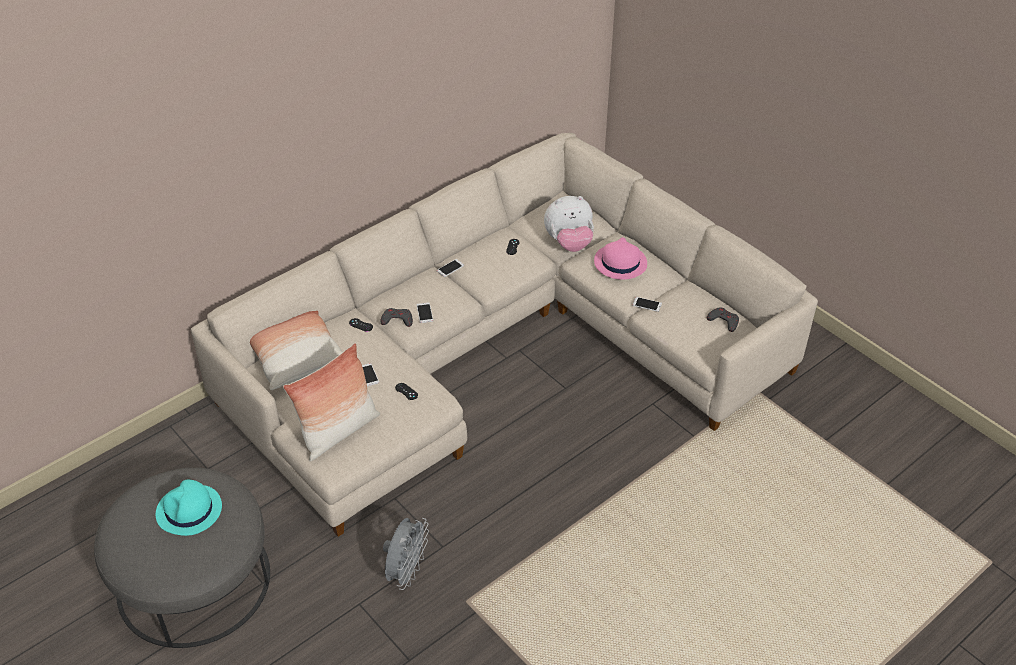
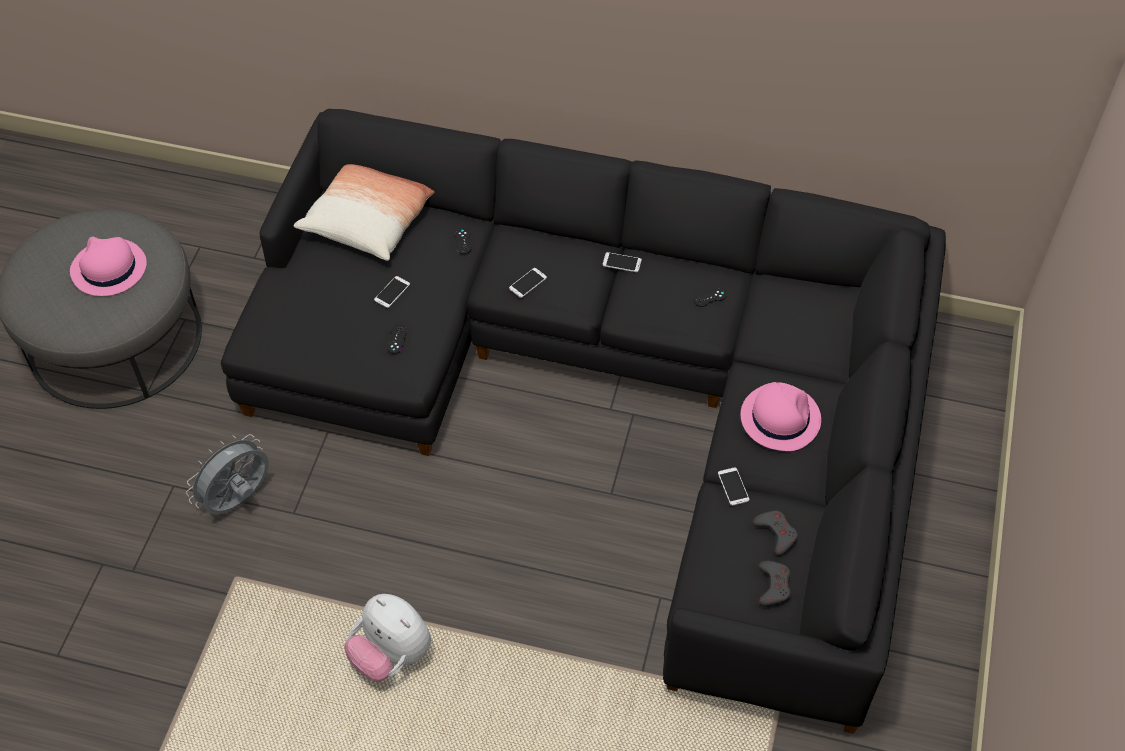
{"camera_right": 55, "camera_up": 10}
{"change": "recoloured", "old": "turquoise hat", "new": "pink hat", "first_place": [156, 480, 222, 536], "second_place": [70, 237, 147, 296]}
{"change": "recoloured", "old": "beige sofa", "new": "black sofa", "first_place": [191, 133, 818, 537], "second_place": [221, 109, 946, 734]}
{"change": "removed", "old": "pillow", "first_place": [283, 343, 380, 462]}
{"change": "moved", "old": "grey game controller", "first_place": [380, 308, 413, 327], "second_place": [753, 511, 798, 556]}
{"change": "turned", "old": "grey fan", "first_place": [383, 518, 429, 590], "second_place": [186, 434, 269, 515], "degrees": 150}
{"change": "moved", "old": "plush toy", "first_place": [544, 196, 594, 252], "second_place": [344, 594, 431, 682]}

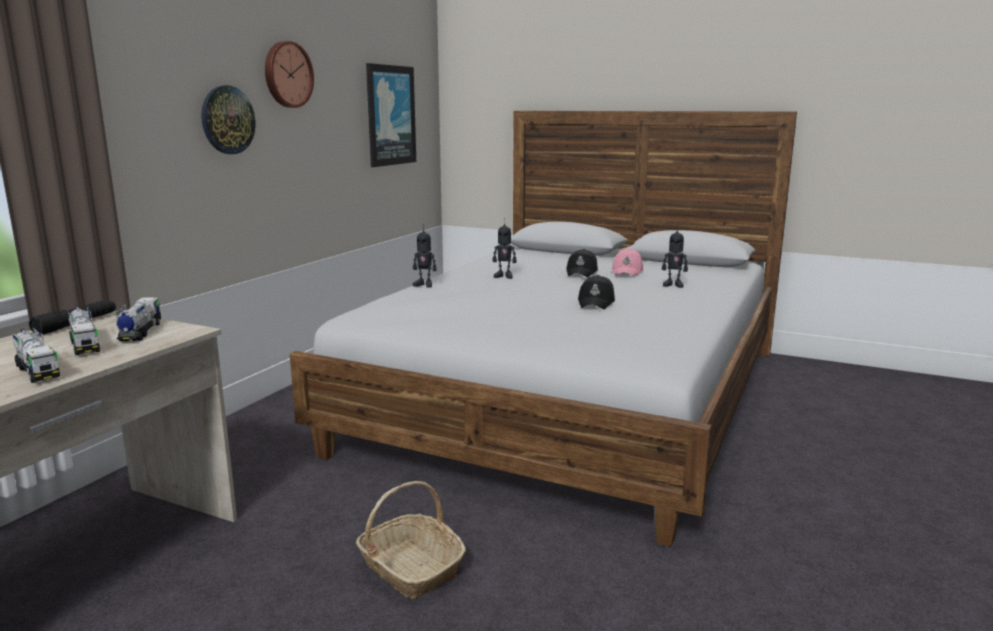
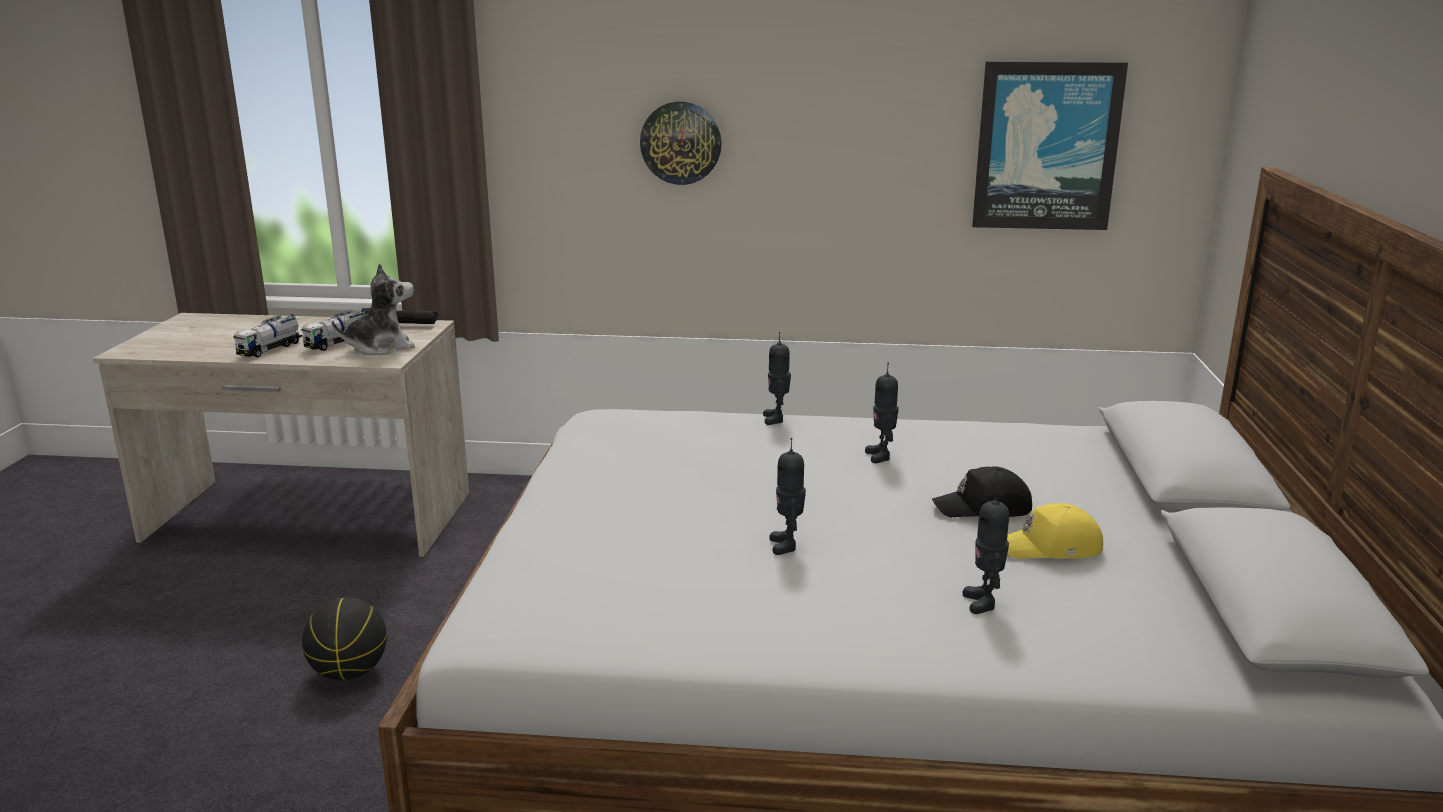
{"camera_right": 70, "camera_up": 5}
{"change": "replaced", "old": "toy truck", "new": "plush toy", "first_place": [115, 297, 161, 341], "second_place": [332, 263, 415, 355]}
{"change": "removed", "old": "wall clock", "first_place": [265, 41, 314, 108]}
{"change": "replaced", "old": "basket", "new": "basketball", "first_place": [356, 481, 466, 599], "second_place": [302, 598, 387, 680]}
{"change": "replaced", "old": "black cap", "new": "toy robot", "first_place": [578, 275, 615, 309], "second_place": [769, 438, 806, 555]}
{"change": "recoloured", "old": "pink cap", "new": "yellow cap", "first_place": [612, 248, 643, 276], "second_place": [1007, 503, 1103, 559]}

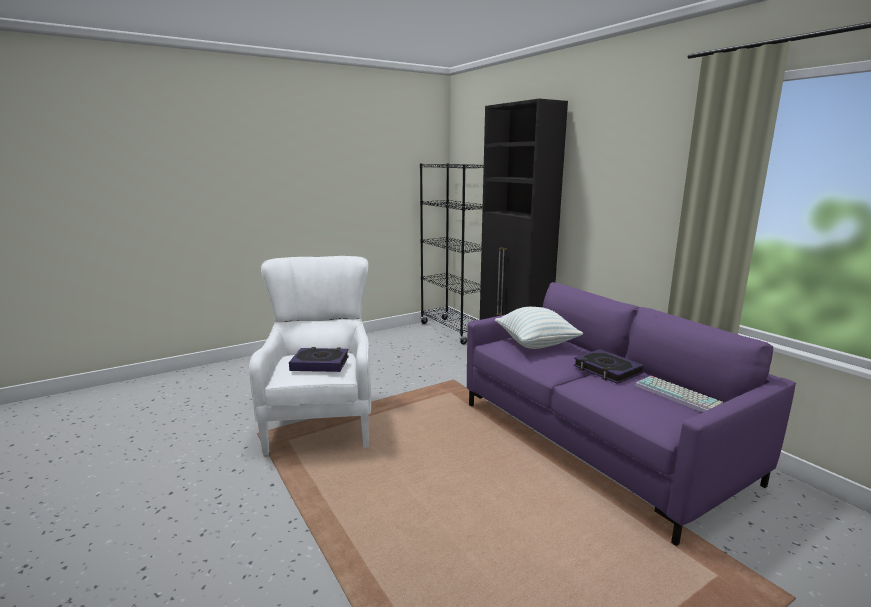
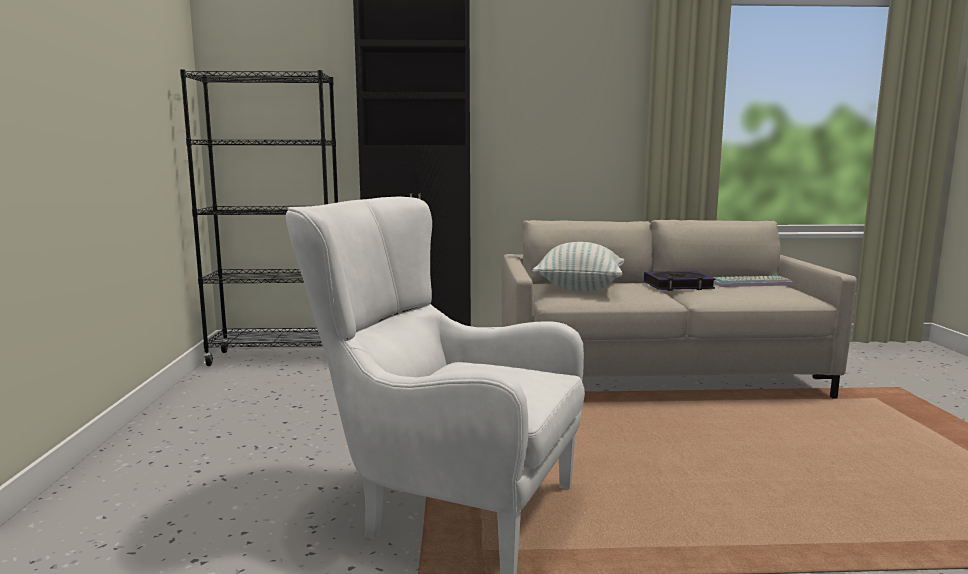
{"camera_right": -60, "camera_up": -5}
{"change": "removed", "old": "book", "first_place": [289, 347, 349, 372]}
{"change": "recoloured", "old": "purple sofa", "new": "beige sofa", "first_place": [467, 282, 796, 546], "second_place": [502, 220, 857, 398]}

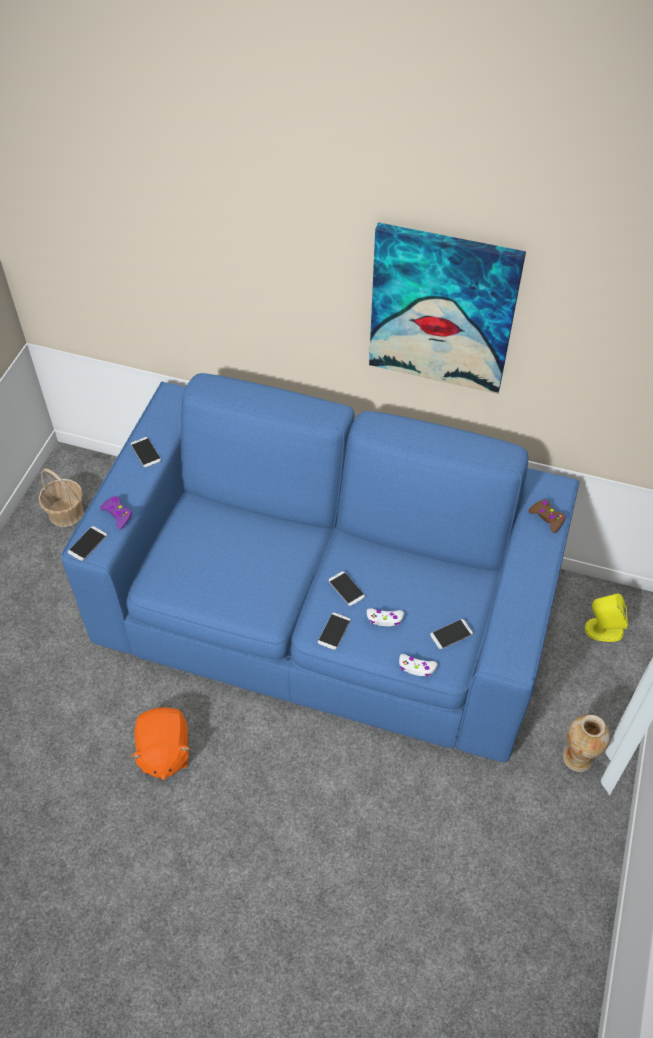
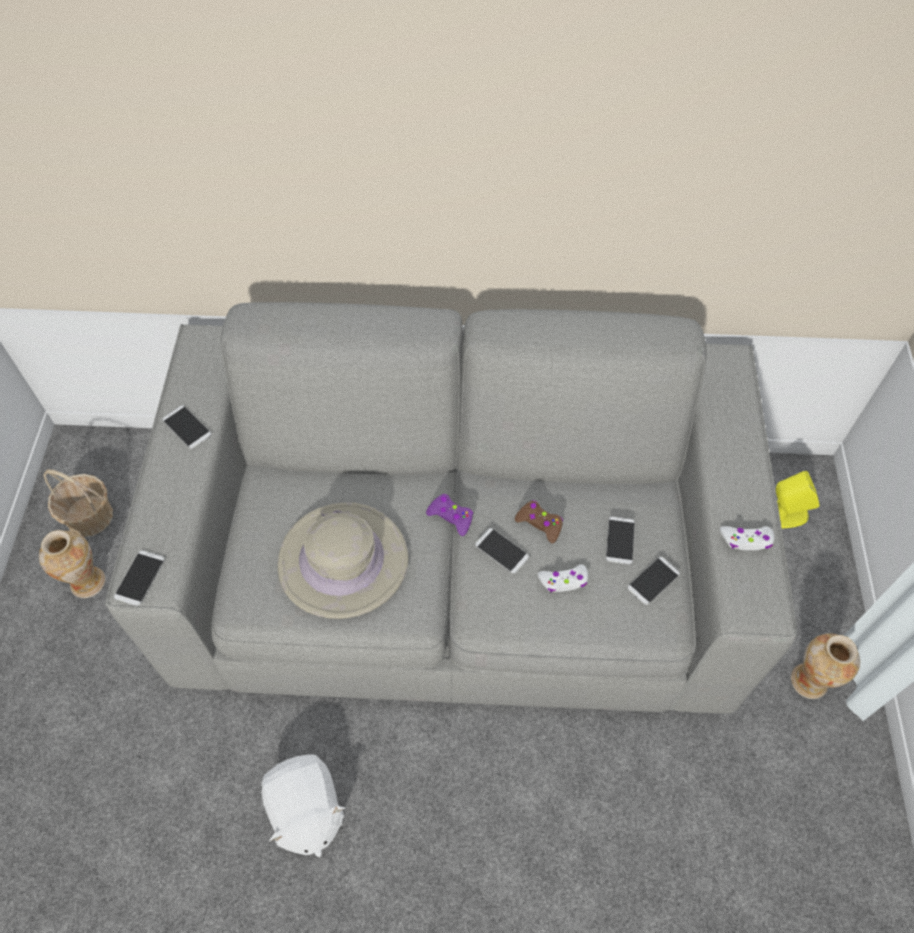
{"camera_right": -15, "camera_up": 5}
{"change": "recoloured", "old": "blue sofa", "new": "grey sofa", "first_place": [61, 373, 580, 762], "second_place": [106, 302, 797, 714]}
{"change": "moved", "old": "purple game controller", "first_place": [100, 496, 132, 530], "second_place": [426, 494, 473, 536]}
{"change": "recoloured", "old": "orange plush toy", "new": "white plush toy", "first_place": [131, 707, 190, 780], "second_place": [261, 754, 345, 857]}
{"change": "moved", "old": "phone", "first_place": [318, 612, 351, 650], "second_place": [606, 516, 635, 565]}
{"change": "removed", "old": "picture", "first_place": [369, 222, 526, 394]}
{"change": "moved", "old": "white game controller", "first_place": [399, 654, 438, 676], "second_place": [720, 526, 774, 550]}
{"change": "moved", "old": "brown game controller", "first_place": [529, 500, 565, 533], "second_place": [515, 500, 563, 543]}
{"change": "added", "new": "vase", "second_place": [39, 530, 106, 598]}
{"change": "added", "new": "beige hat", "second_place": [278, 503, 409, 619]}

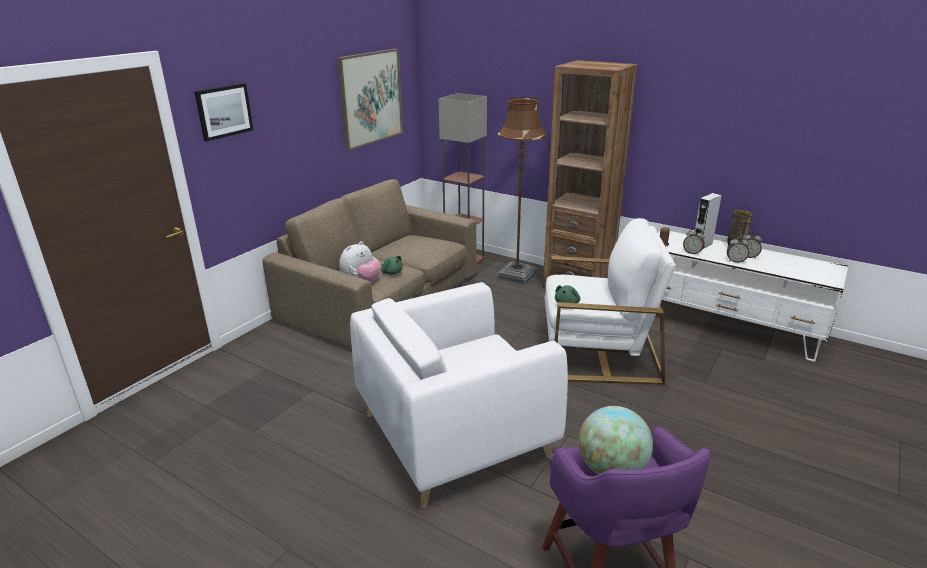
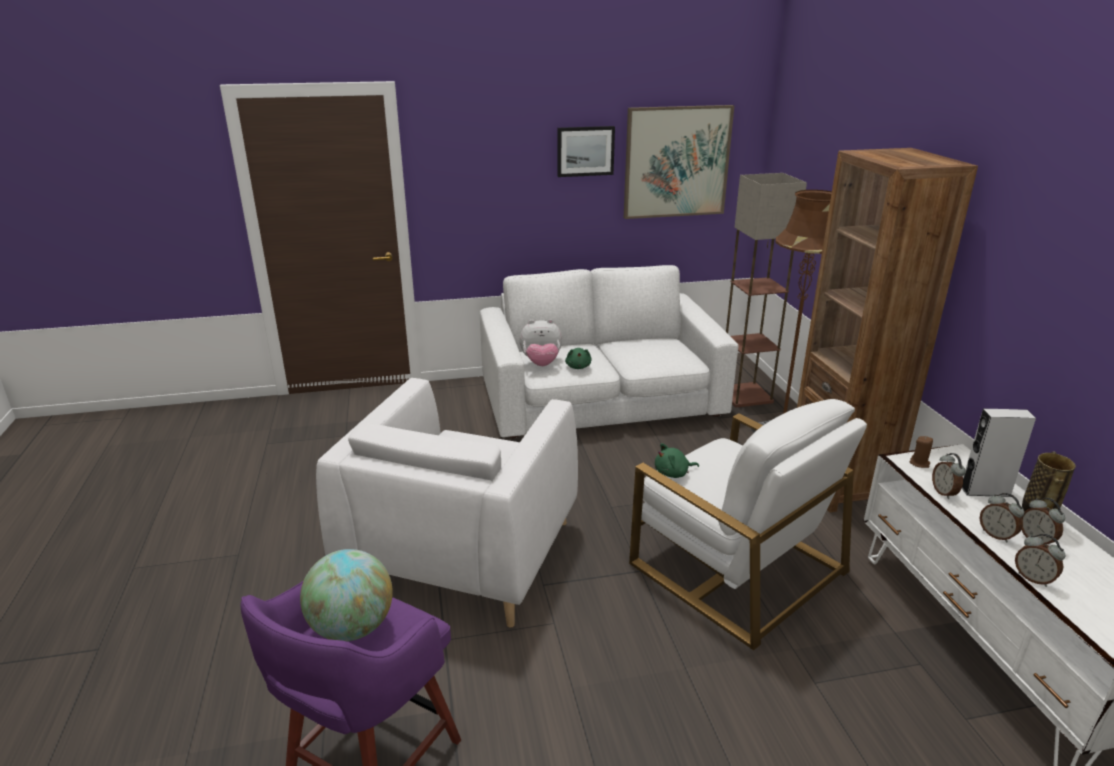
{"camera_right": 45, "camera_up": 0}
{"change": "moved", "old": "picture", "first_place": [194, 83, 253, 142], "second_place": [558, 126, 615, 177]}
{"change": "recoloured", "old": "brown sofa", "new": "white sofa", "first_place": [262, 179, 476, 348], "second_place": [480, 265, 738, 438]}
{"change": "turned", "old": "white armchair", "first_place": [350, 282, 568, 508], "second_place": [316, 378, 578, 627], "degrees": -90}
{"change": "added", "new": "alarm clock", "second_place": [1015, 534, 1065, 587]}

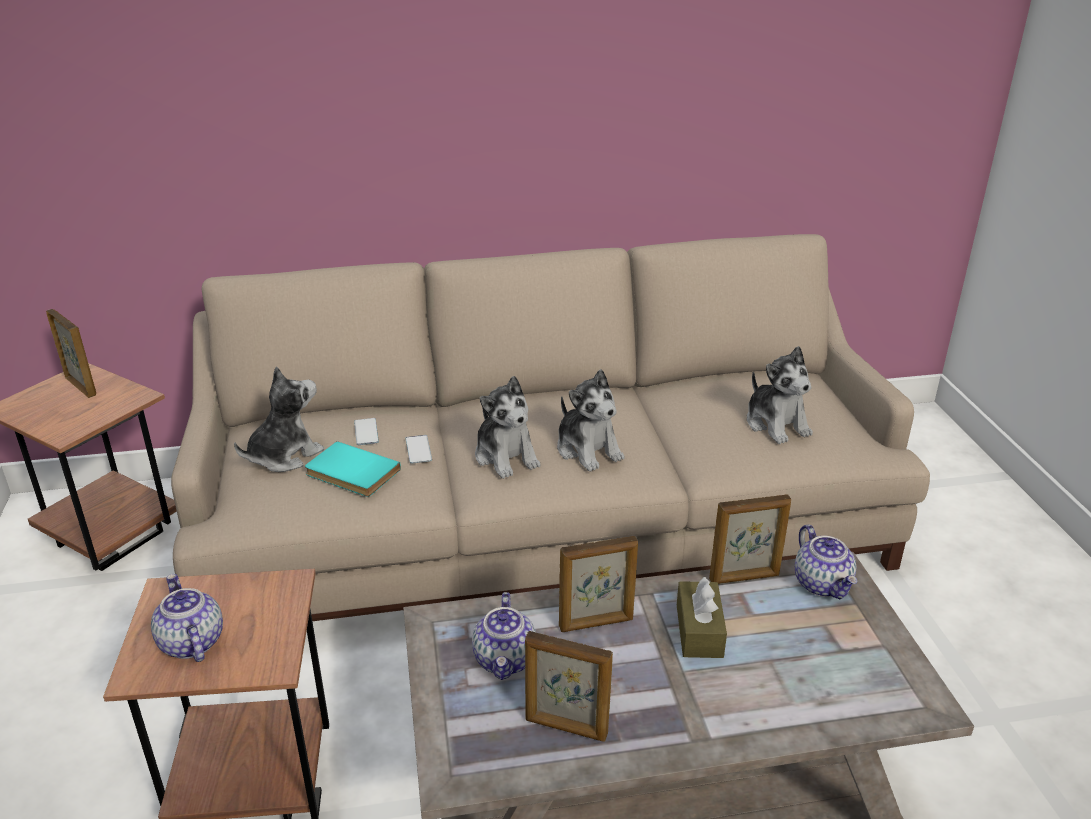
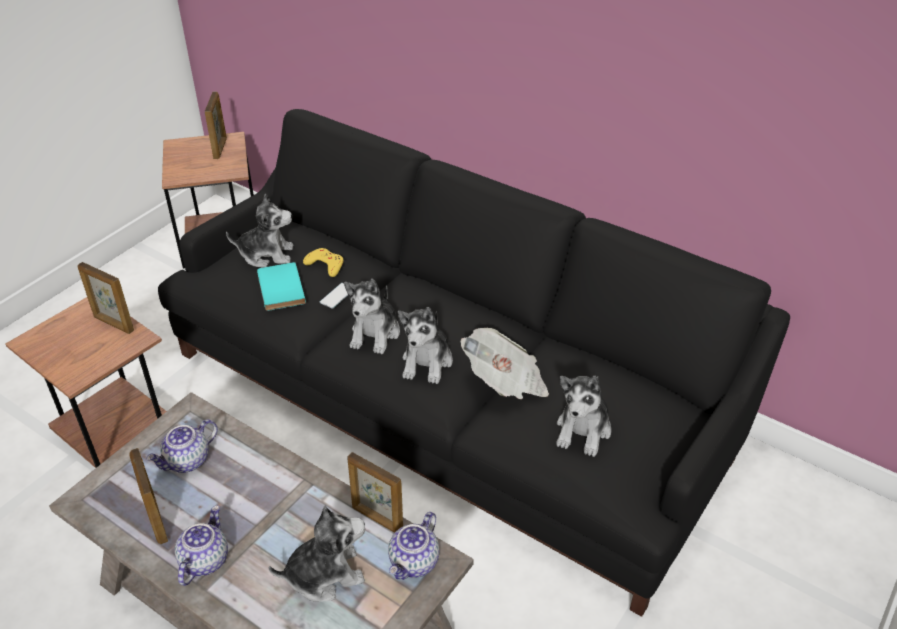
{"camera_right": 45, "camera_up": 10}
{"change": "moved", "old": "teapot", "first_place": [151, 574, 223, 662], "second_place": [175, 505, 228, 586]}
{"change": "recoloured", "old": "beige sofa", "new": "black sofa", "first_place": [171, 234, 930, 621], "second_place": [158, 109, 790, 617]}
{"change": "replaced", "old": "phone", "new": "yellow game controller", "first_place": [354, 418, 379, 445], "second_place": [303, 248, 344, 277]}
{"change": "moved", "old": "picture frame", "first_place": [559, 536, 638, 632], "second_place": [78, 262, 134, 334]}
{"change": "removed", "old": "brown tissue box", "first_place": [677, 577, 727, 658]}
{"change": "added", "new": "plush toy", "second_place": [268, 506, 365, 602]}
{"change": "added", "new": "newspaper", "second_place": [461, 328, 549, 399]}

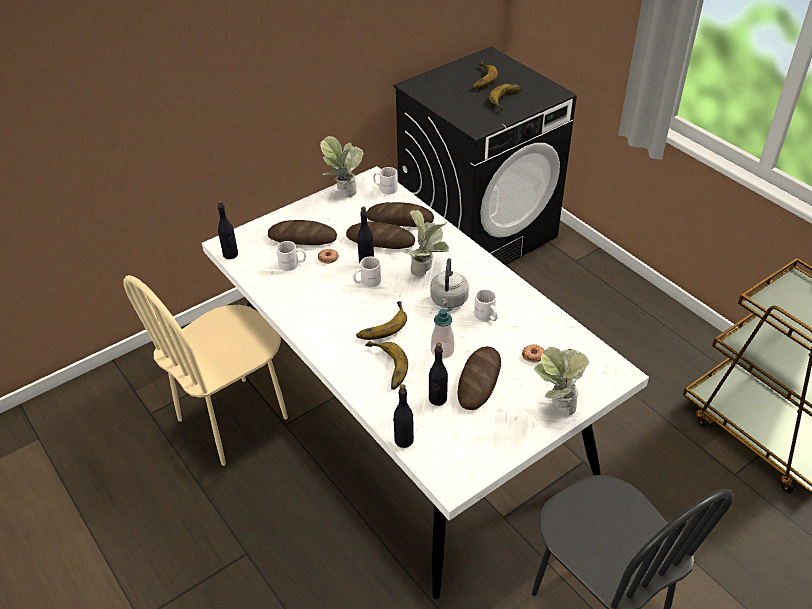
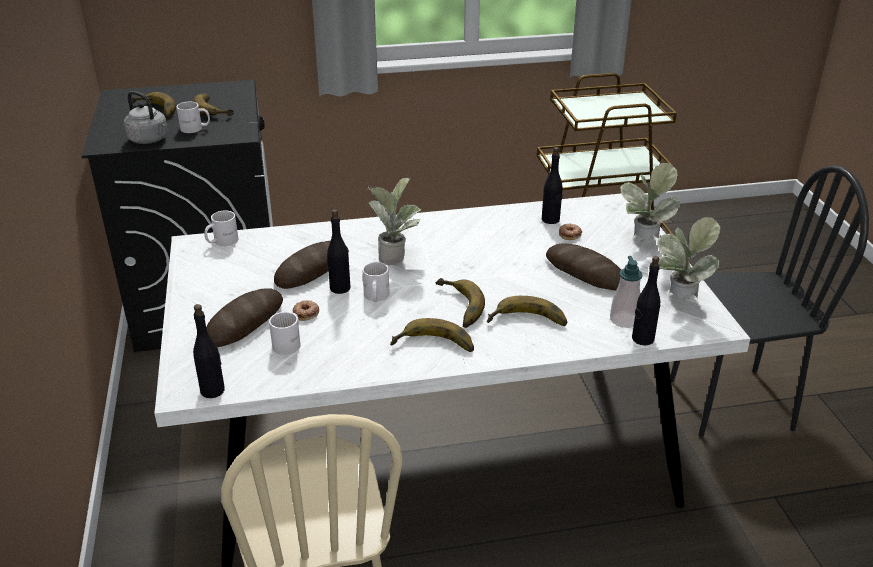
{"camera_right": -65, "camera_up": -10}
{"change": "moved", "old": "potted plant", "first_place": [320, 136, 364, 197], "second_place": [657, 217, 721, 300]}
{"change": "removed", "old": "bread", "first_place": [367, 202, 434, 227]}
{"change": "moved", "old": "black bottle", "first_place": [429, 342, 448, 406], "second_place": [542, 147, 563, 224]}
{"change": "moved", "old": "grey kettle", "first_place": [430, 258, 469, 308], "second_place": [124, 91, 168, 144]}
{"change": "moved", "old": "soap dispenser", "first_place": [431, 307, 454, 359], "second_place": [610, 256, 643, 328]}
{"change": "moved", "old": "white mug", "first_place": [474, 289, 498, 321], "second_place": [176, 102, 210, 133]}
{"change": "added", "new": "banana", "second_place": [390, 318, 474, 352]}

